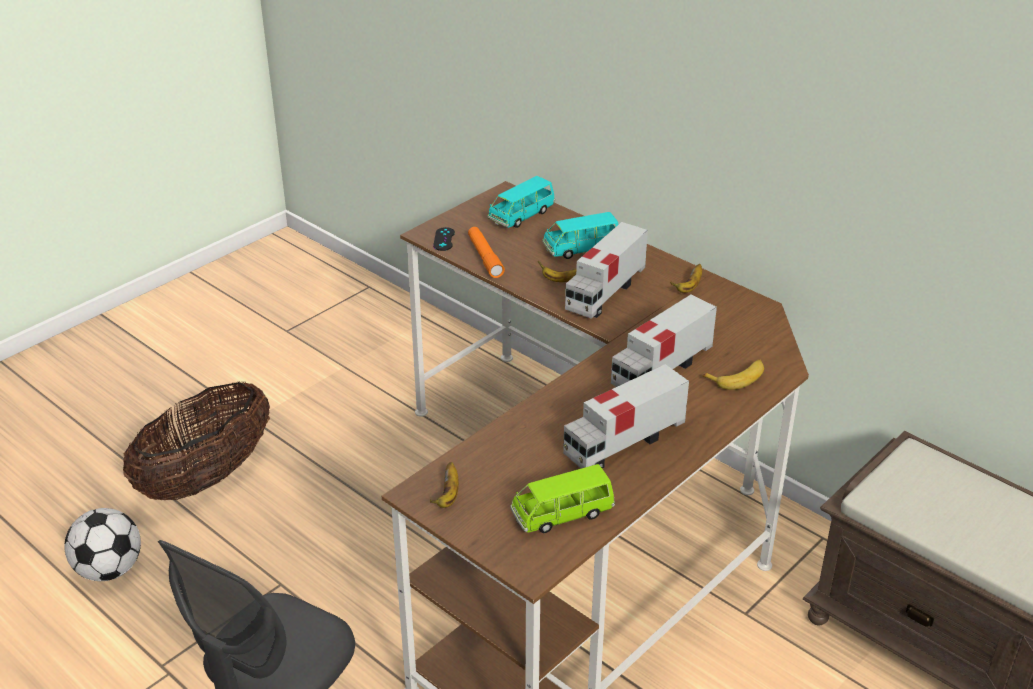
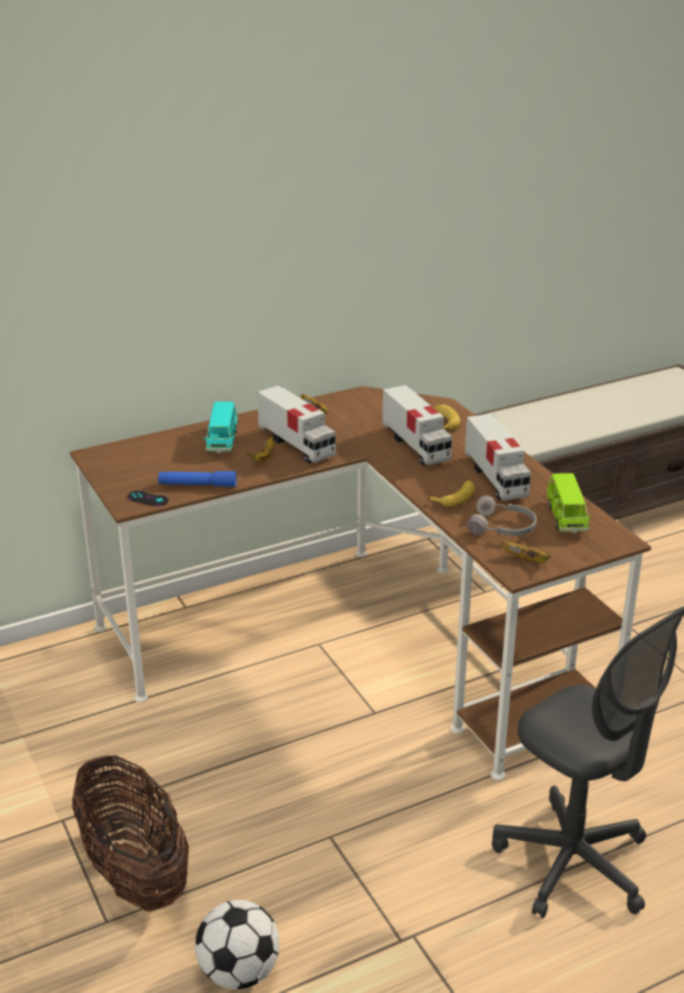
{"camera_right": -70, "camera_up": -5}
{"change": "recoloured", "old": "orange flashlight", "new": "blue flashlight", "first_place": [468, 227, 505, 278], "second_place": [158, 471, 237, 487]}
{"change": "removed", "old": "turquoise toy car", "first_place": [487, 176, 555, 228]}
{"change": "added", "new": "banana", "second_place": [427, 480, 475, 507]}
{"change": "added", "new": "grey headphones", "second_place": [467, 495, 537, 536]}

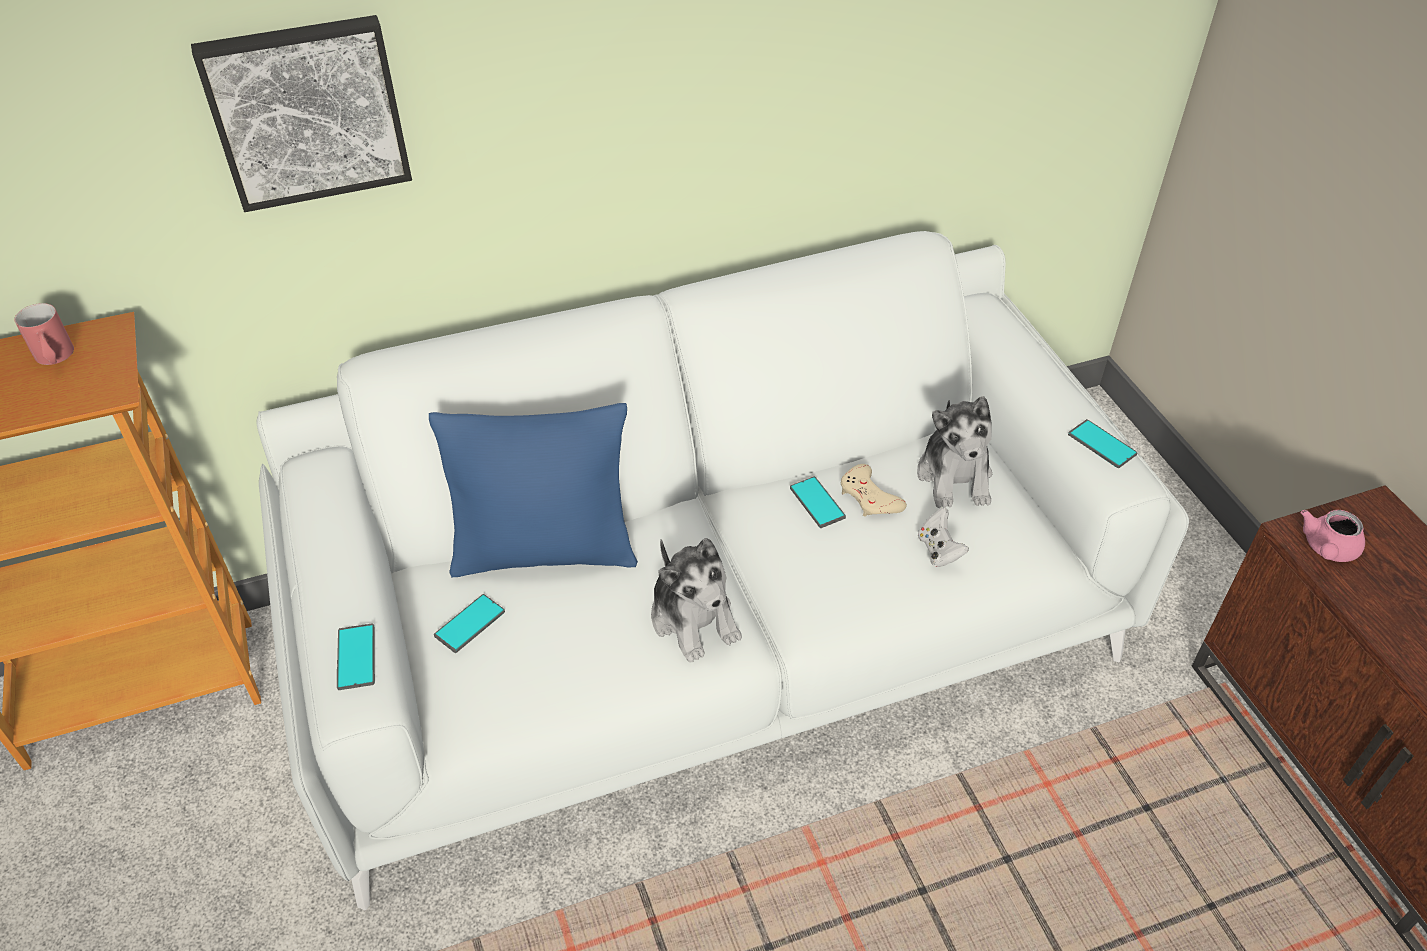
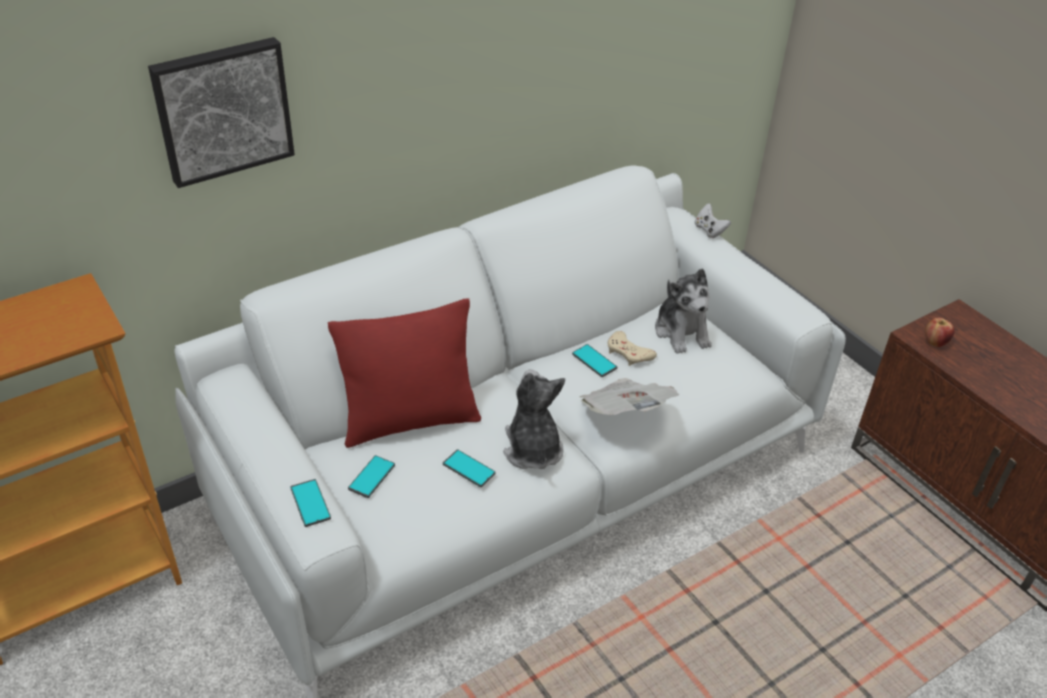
{"camera_right": -15, "camera_up": -5}
{"change": "removed", "old": "red mug", "first_place": [14, 303, 74, 365]}
{"change": "recoloured", "old": "blue pillow", "new": "red pillow", "first_place": [429, 403, 638, 577], "second_place": [328, 298, 481, 448]}
{"change": "turned", "old": "plush toy", "first_place": [651, 538, 742, 663], "second_place": [503, 369, 565, 469], "degrees": -150}
{"change": "moved", "old": "white game controller", "first_place": [918, 508, 969, 567], "second_place": [695, 203, 731, 238]}
{"change": "moved", "old": "phone", "first_place": [1068, 419, 1137, 468], "second_place": [443, 449, 496, 487]}
{"change": "replaced", "old": "pink teapot", "new": "apple", "first_place": [1301, 510, 1365, 562], "second_place": [925, 318, 954, 347]}
{"change": "added", "new": "newspaper", "second_place": [579, 378, 680, 415]}

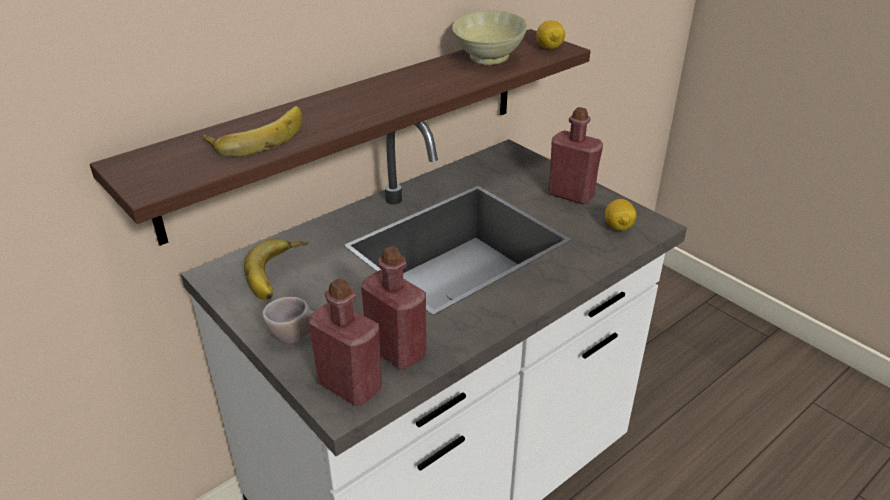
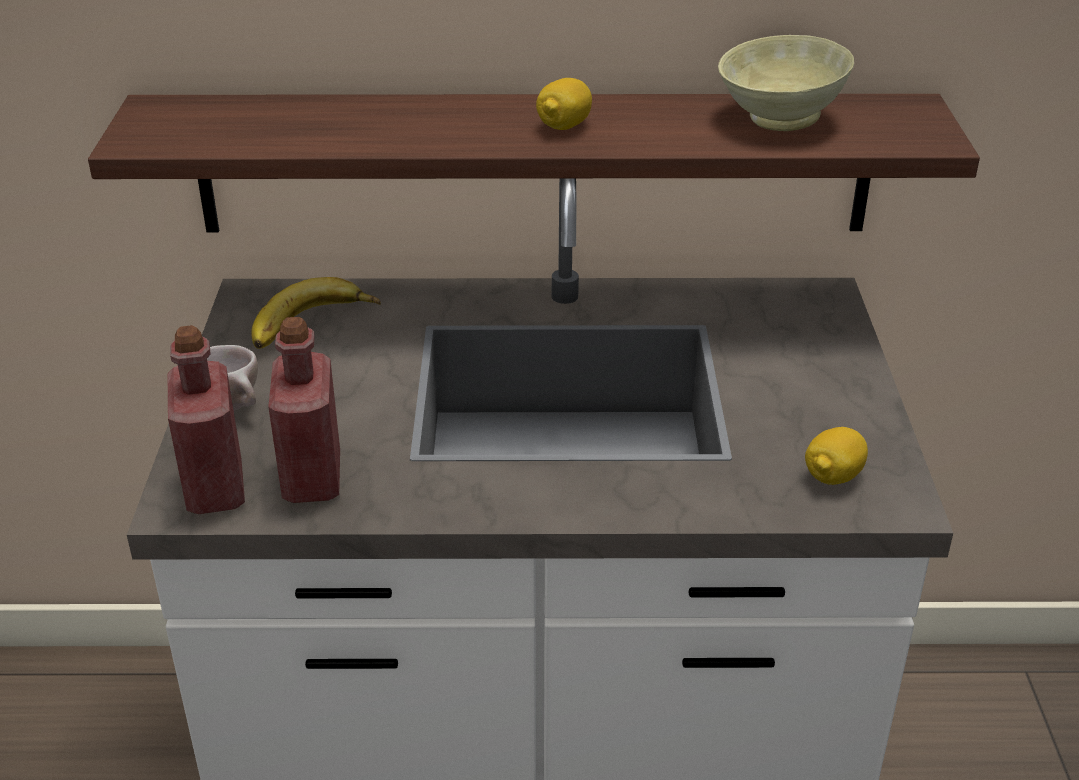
{"camera_right": 40, "camera_up": 0}
{"change": "removed", "old": "banana", "first_place": [203, 106, 302, 156]}
{"change": "moved", "old": "lemon", "first_place": [536, 21, 565, 49], "second_place": [536, 78, 592, 130]}
{"change": "removed", "old": "red bottle", "first_place": [548, 107, 603, 204]}

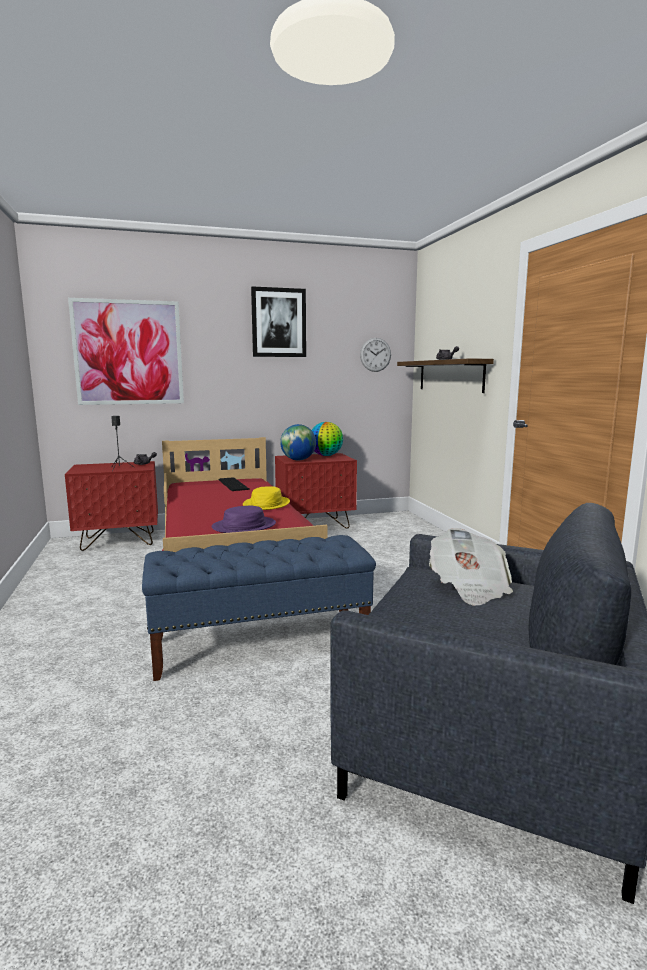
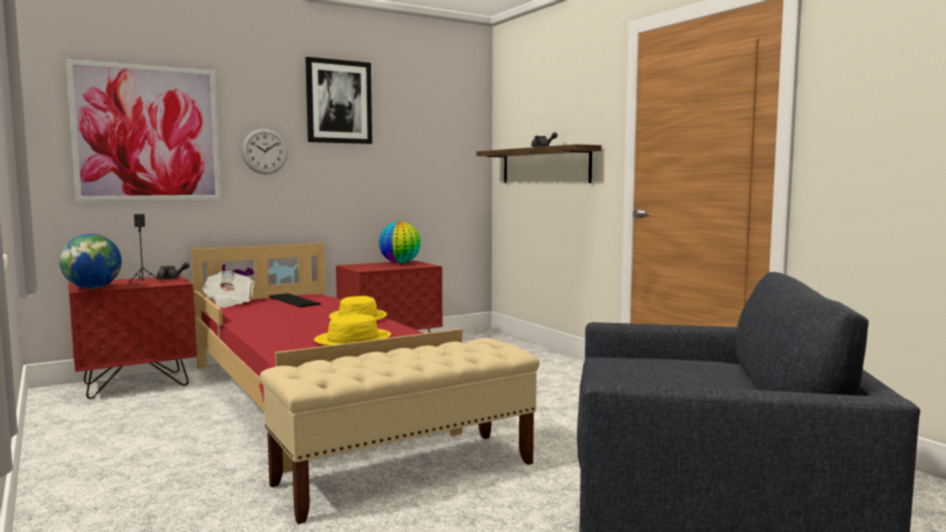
{"camera_right": -15, "camera_up": -5}
{"change": "recoloured", "old": "blue bench", "new": "beige bench", "first_place": [142, 535, 376, 681], "second_place": [260, 338, 540, 524]}
{"change": "recoloured", "old": "purple hat", "new": "yellow hat", "first_place": [211, 505, 276, 533], "second_place": [314, 314, 391, 346]}
{"change": "moved", "old": "globe", "first_place": [280, 424, 316, 461], "second_place": [60, 234, 122, 289]}
{"change": "moved", "old": "wall clock", "first_place": [360, 338, 391, 372], "second_place": [242, 128, 288, 174]}
{"change": "moved", "old": "newspaper", "first_place": [429, 528, 513, 606], "second_place": [202, 271, 254, 307]}

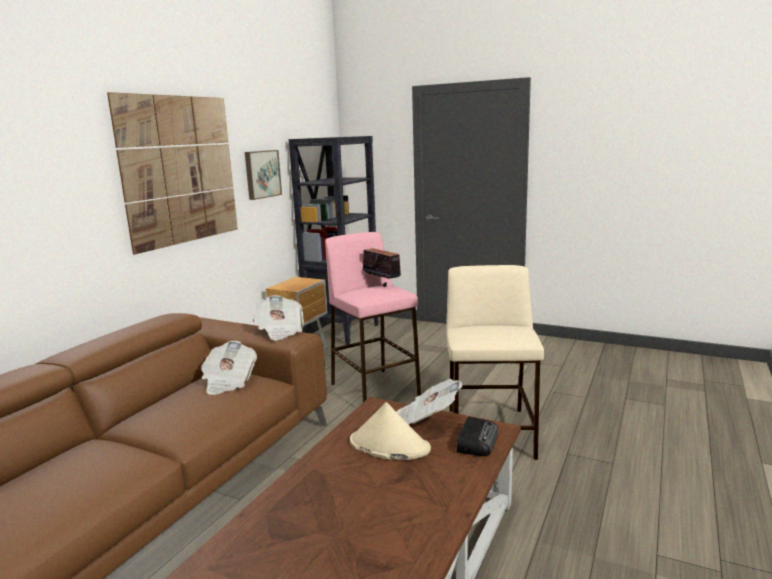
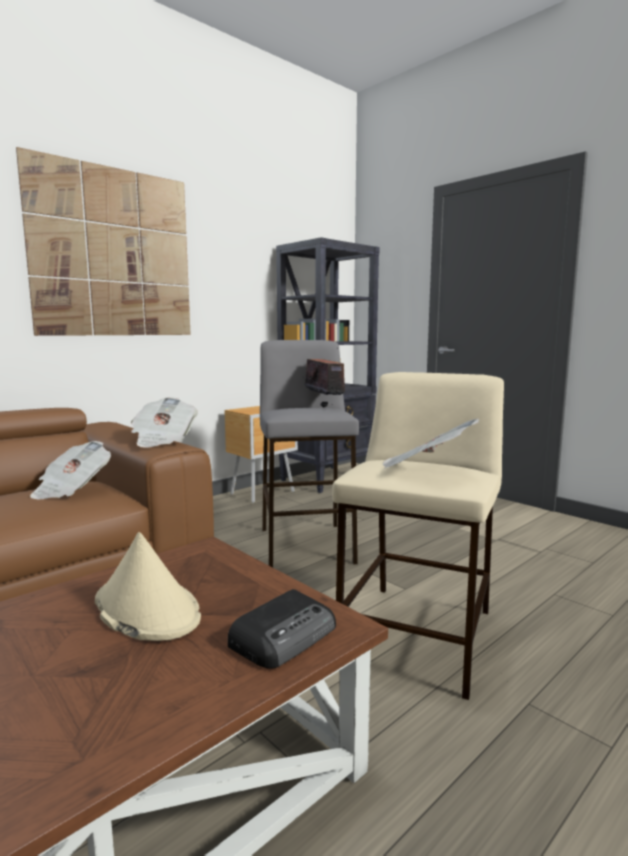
{"camera_right": 20, "camera_up": -5}
{"change": "removed", "old": "picture", "first_place": [245, 150, 282, 200]}
{"change": "recoloured", "old": "pink stool", "new": "grey stool", "first_place": [325, 232, 421, 402], "second_place": [260, 340, 359, 567]}
{"change": "moved", "old": "newspaper", "first_place": [397, 379, 463, 425], "second_place": [383, 419, 479, 469]}

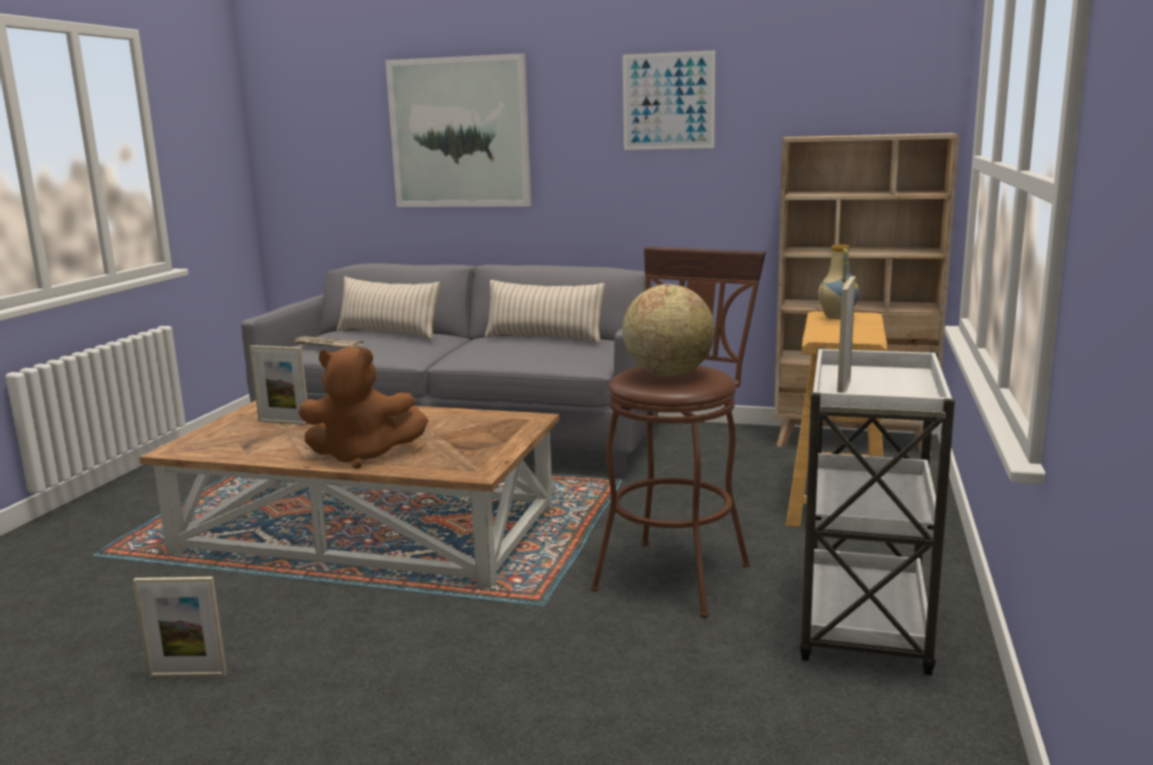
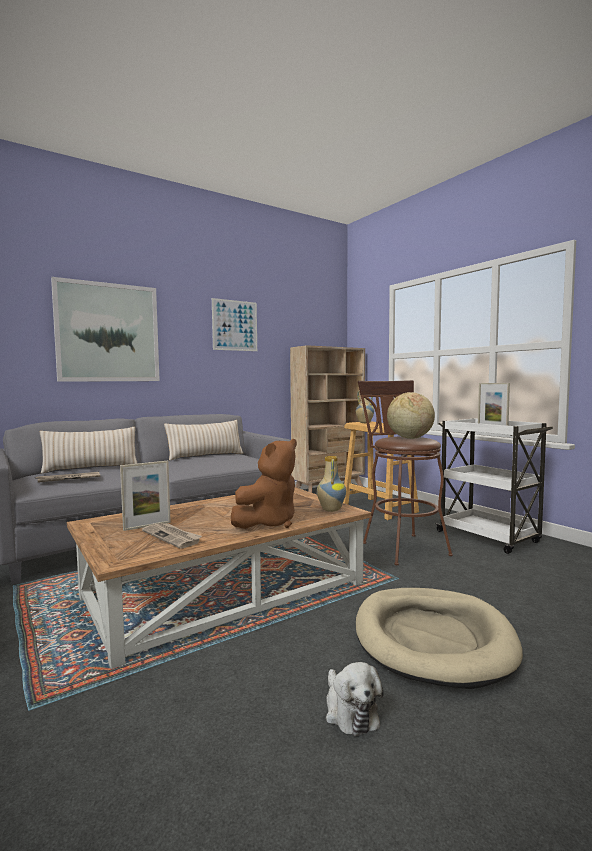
{"camera_right": -50, "camera_up": -10}
{"change": "replaced", "old": "picture frame", "new": "plush toy", "first_place": [133, 577, 227, 677], "second_place": [326, 662, 384, 736]}
{"change": "added", "new": "newspaper", "second_place": [142, 523, 202, 549]}
{"change": "added", "new": "vase", "second_place": [317, 456, 346, 512]}
{"change": "added", "new": "beige dog bed", "second_place": [356, 588, 523, 689]}

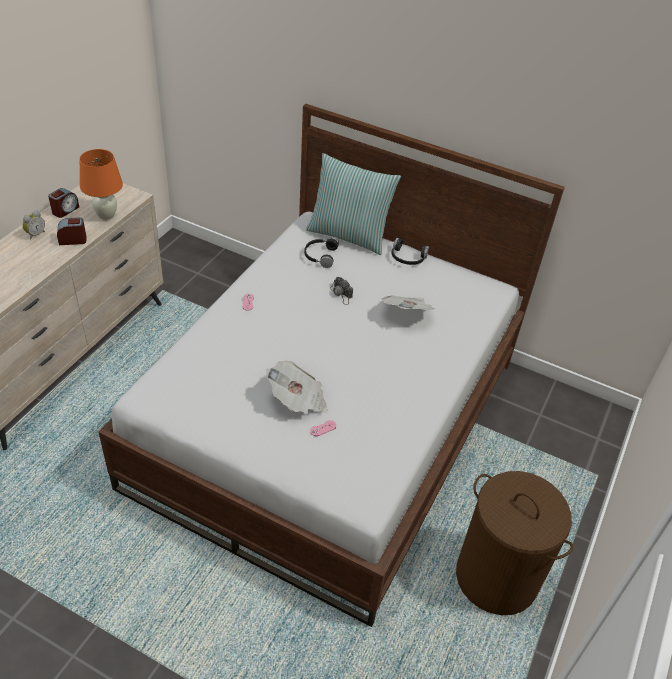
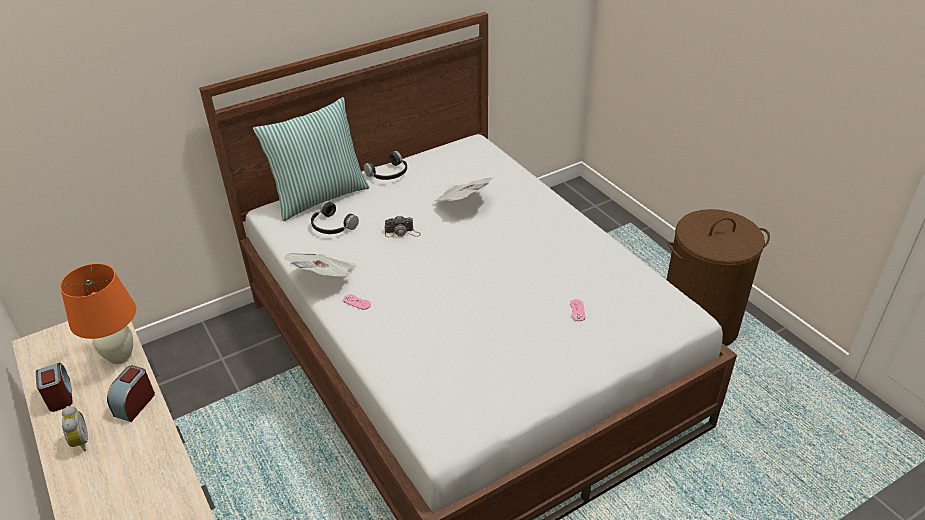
{"camera_right": -55, "camera_up": -5}
{"change": "moved", "old": "newspaper", "first_place": [266, 361, 328, 414], "second_place": [284, 253, 356, 277]}

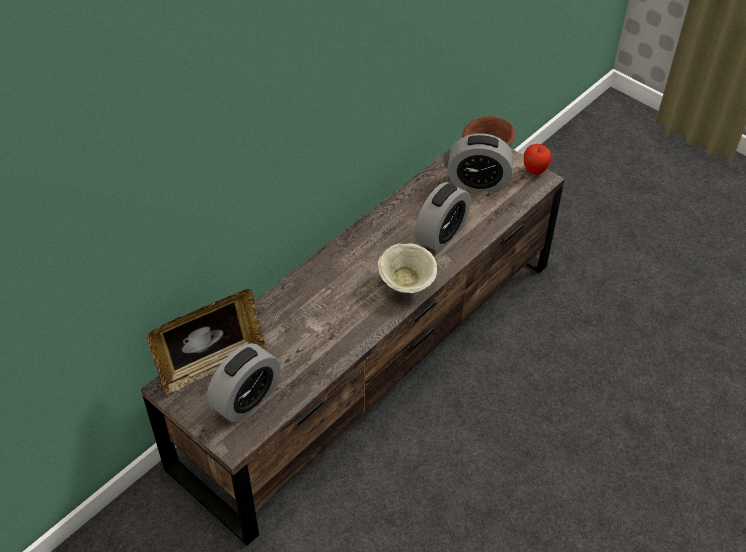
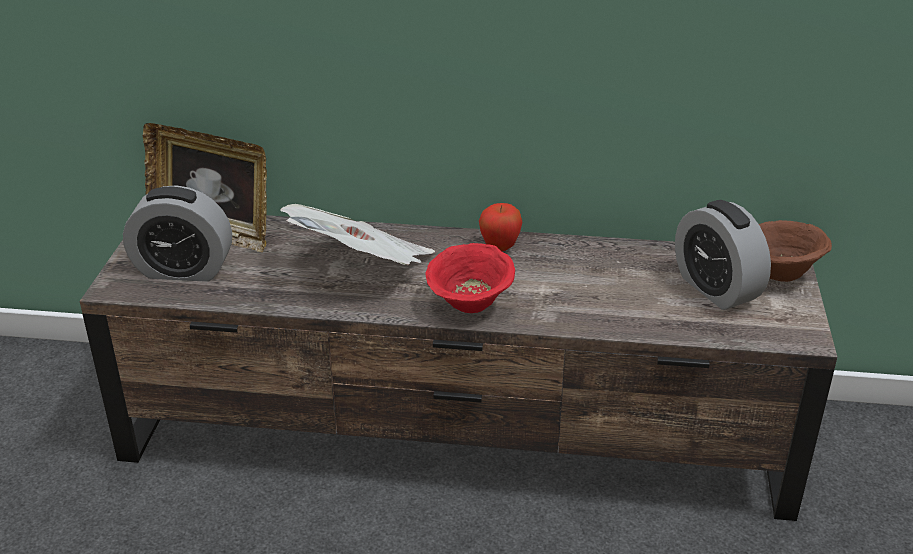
{"camera_right": 55, "camera_up": -15}
{"change": "recoloured", "old": "beige bowl", "new": "red bowl", "first_place": [378, 243, 437, 293], "second_place": [425, 243, 515, 313]}
{"change": "removed", "old": "alarm clock", "first_place": [414, 182, 471, 252]}
{"change": "moved", "old": "apple", "first_place": [524, 144, 552, 175], "second_place": [479, 203, 522, 251]}
{"change": "added", "new": "newspaper", "second_place": [280, 204, 435, 265]}

